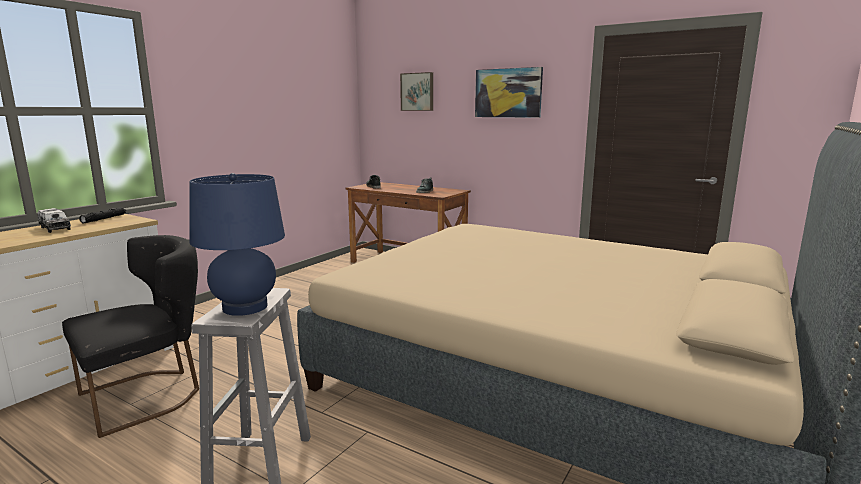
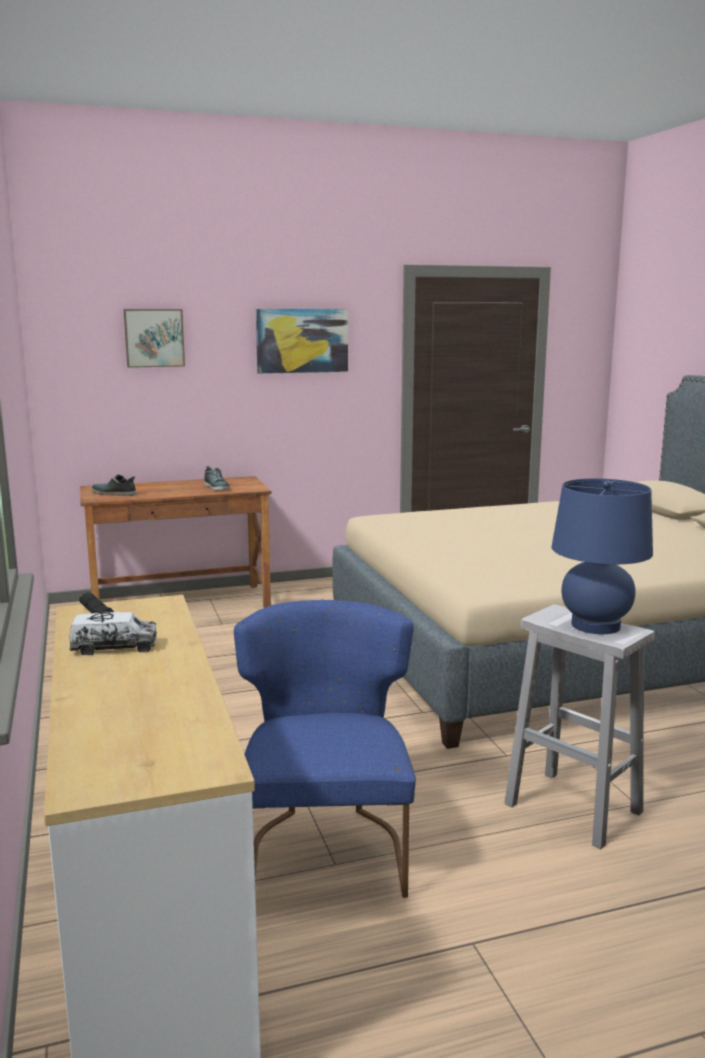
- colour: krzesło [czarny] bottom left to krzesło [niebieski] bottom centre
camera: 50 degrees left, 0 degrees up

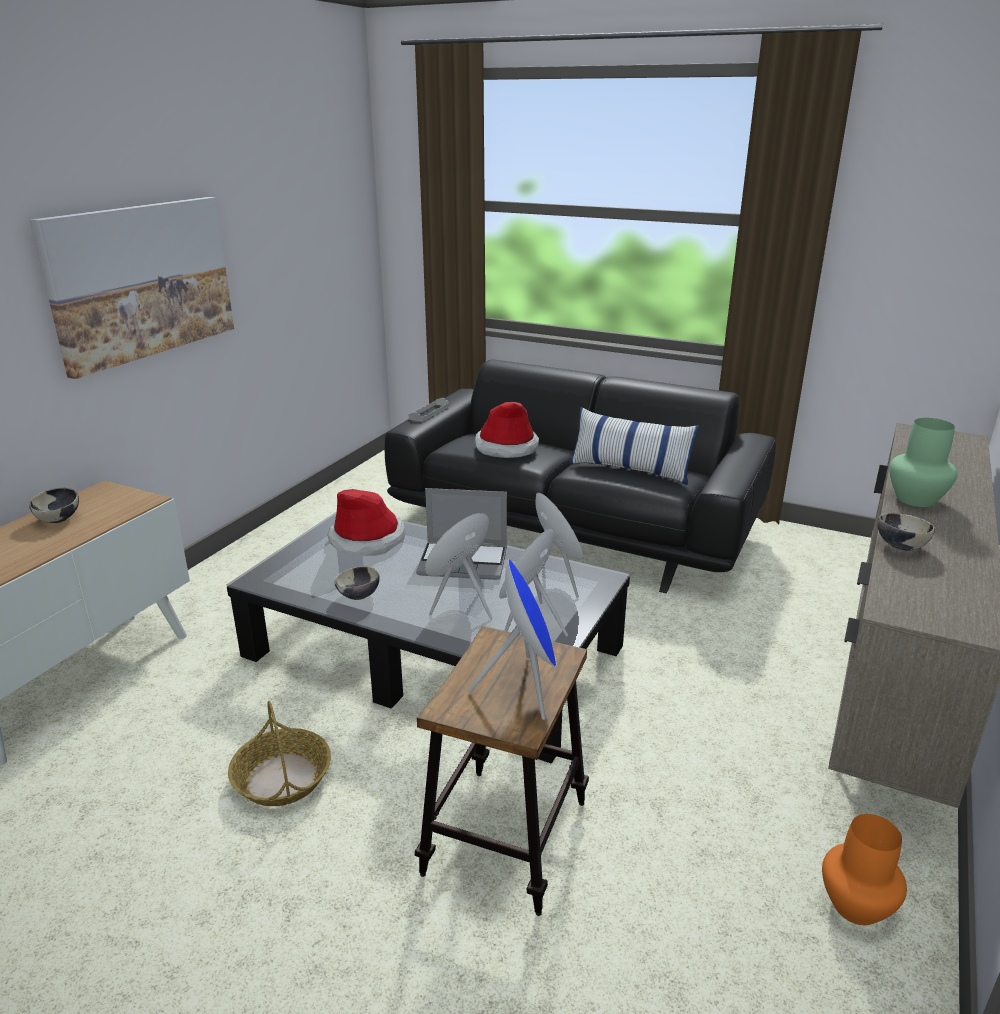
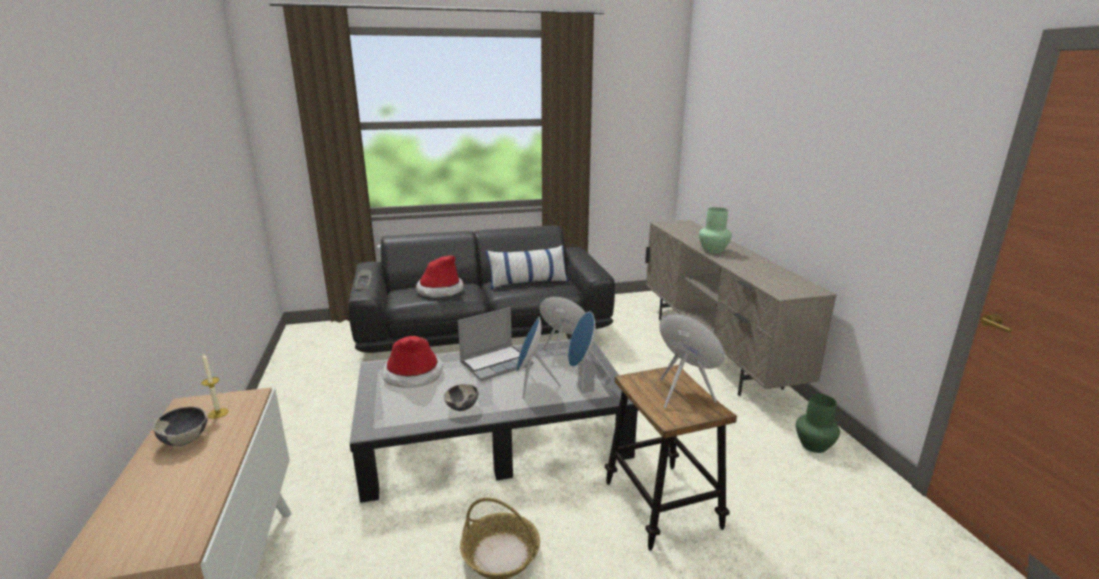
- missing: obraz top left
- colour: wazon [pomarańczowy] bottom right to wazon [zielony] (no. 2 from left) bottom right
- missing: miska (no. 3 from left) middle right
- appeared: świeca bottom left
camera: 40 degrees left, 5 degrees down

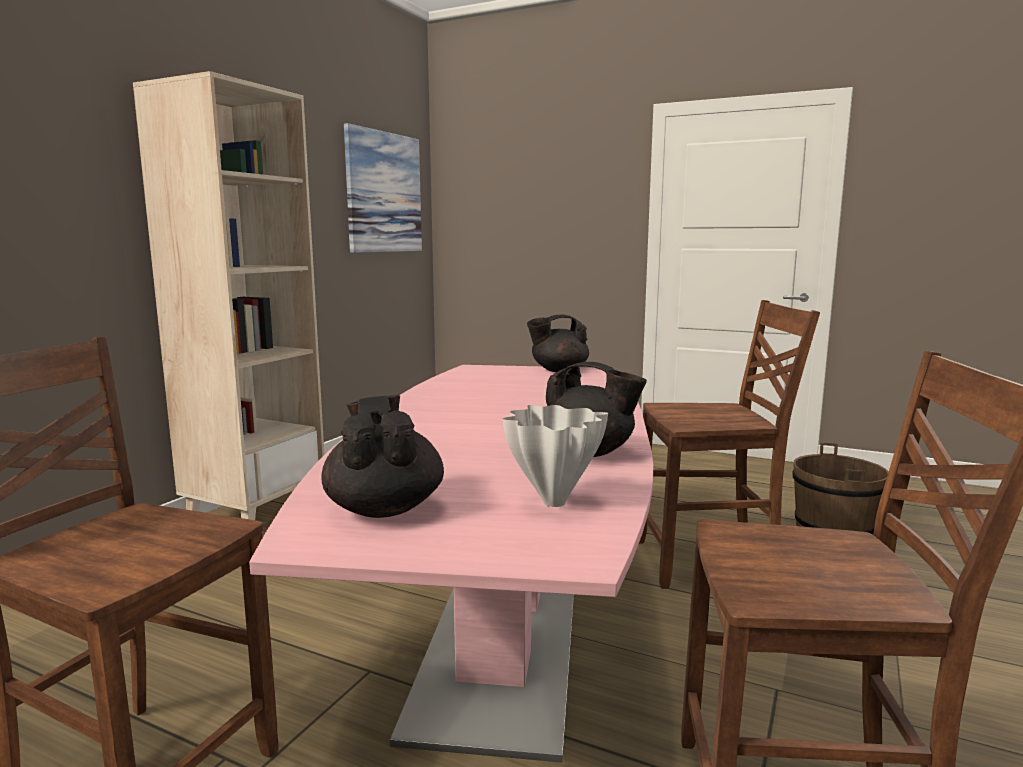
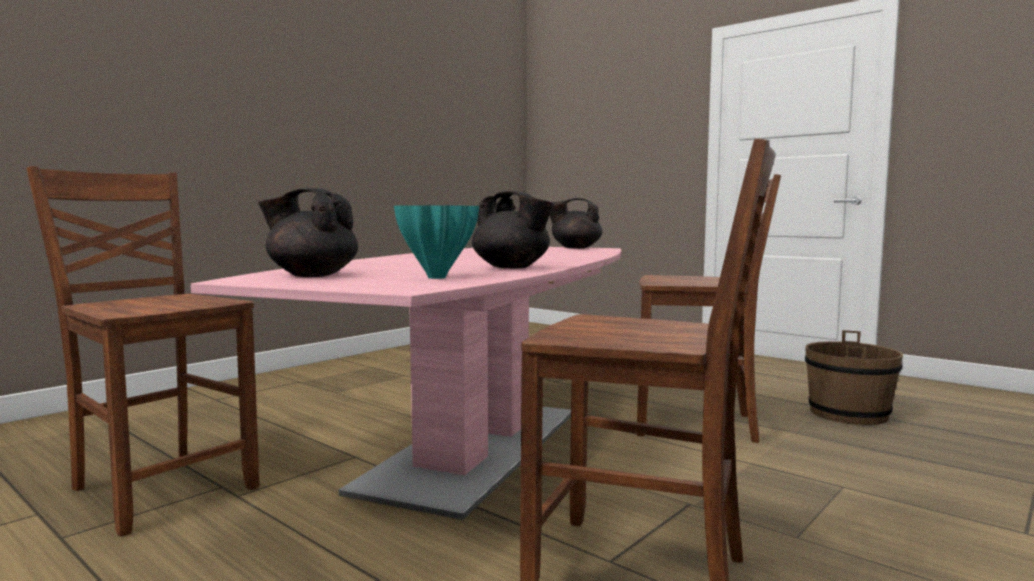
- missing: regał [beżowy] middle left
- spun: imbryk [czarny] (no. 1 from left) centre = middle left 75 degrees counterclockwise
- missing: obraz top centre
- colour: wazon [biały] centre to wazon [turkusowy] centre
camera: 15 degrees right, 5 degrees down

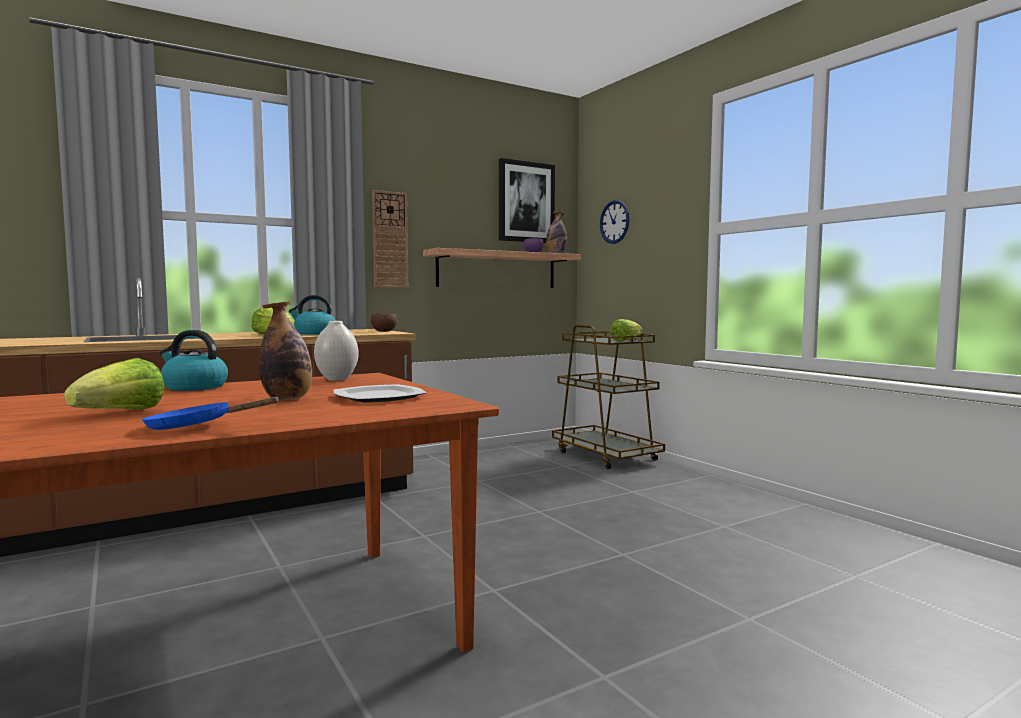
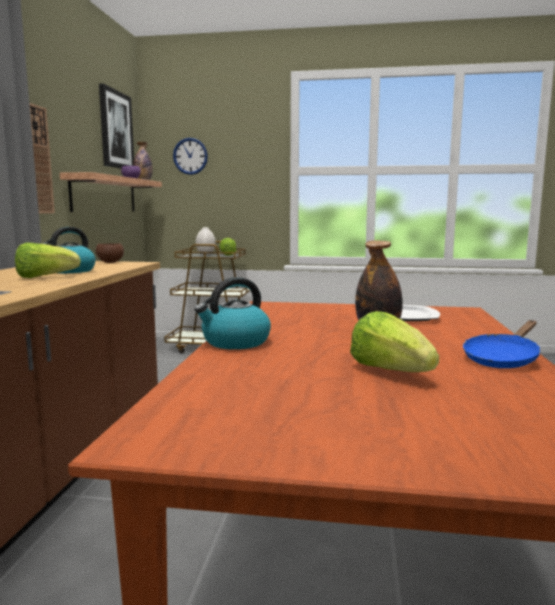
- relocated: wazon [biały] middle left to centre
camera: 50 degrees left, 5 degrees up

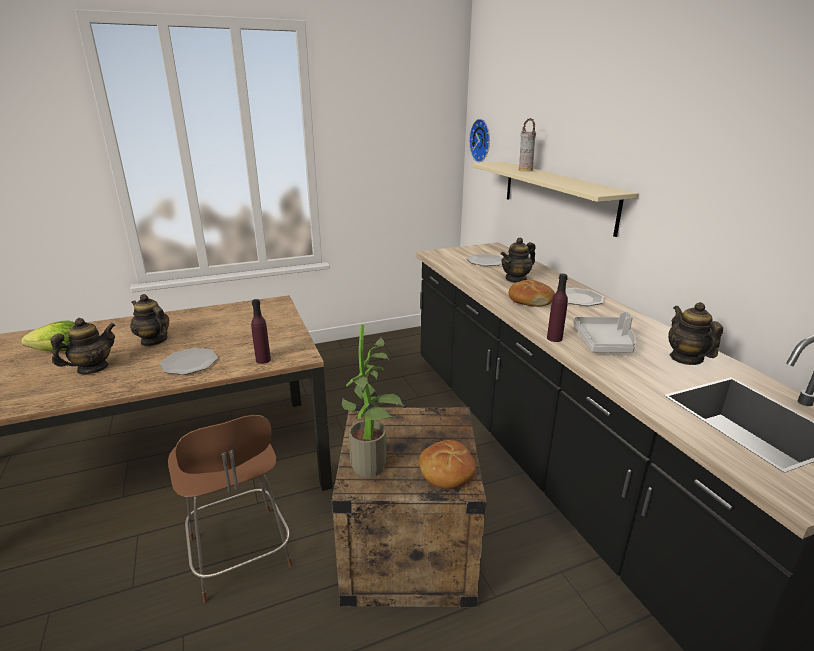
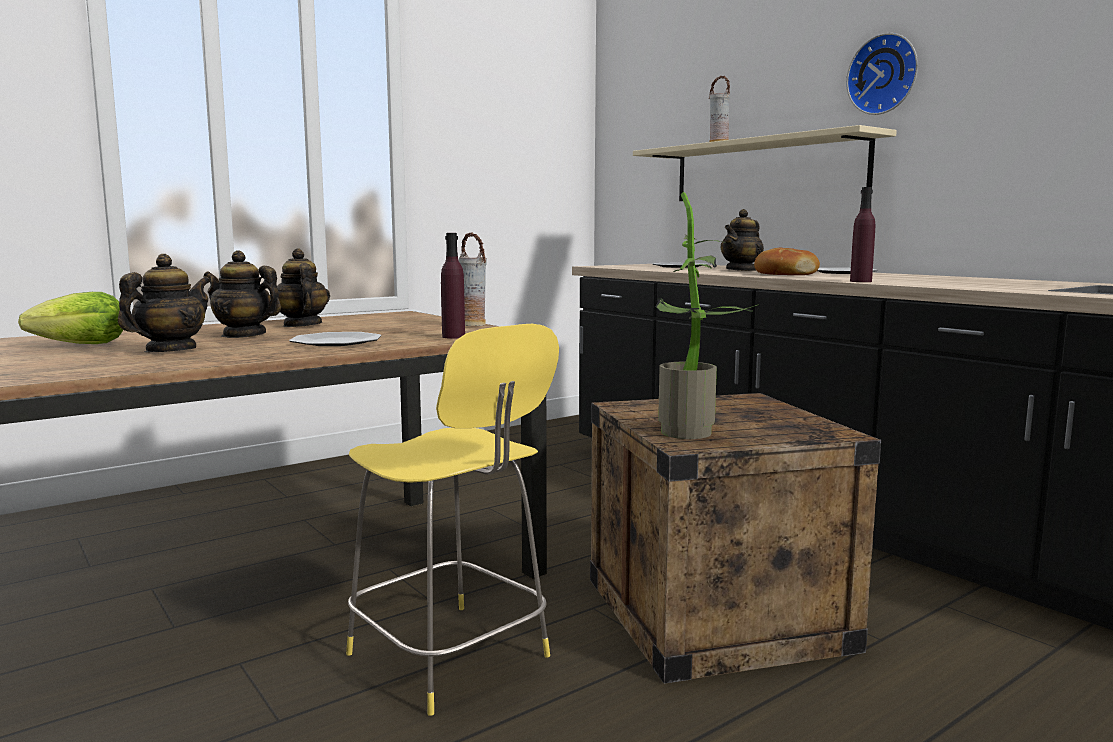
- colour: stołek [brązowy] bottom left to stołek [żółty] bottom centre
- missing: chleb (no. 1 from left) bottom centre
- relocated: zegar ścienny top centre to top right
- missing: taca [szary] middle right
- relocated: imbryk (no. 4 from left in the first image) middle right to imbryk (no. 3 from left) middle left
- appeared: wazon (no. 1 from left) centre
camera: 15 degrees left, 15 degrees down

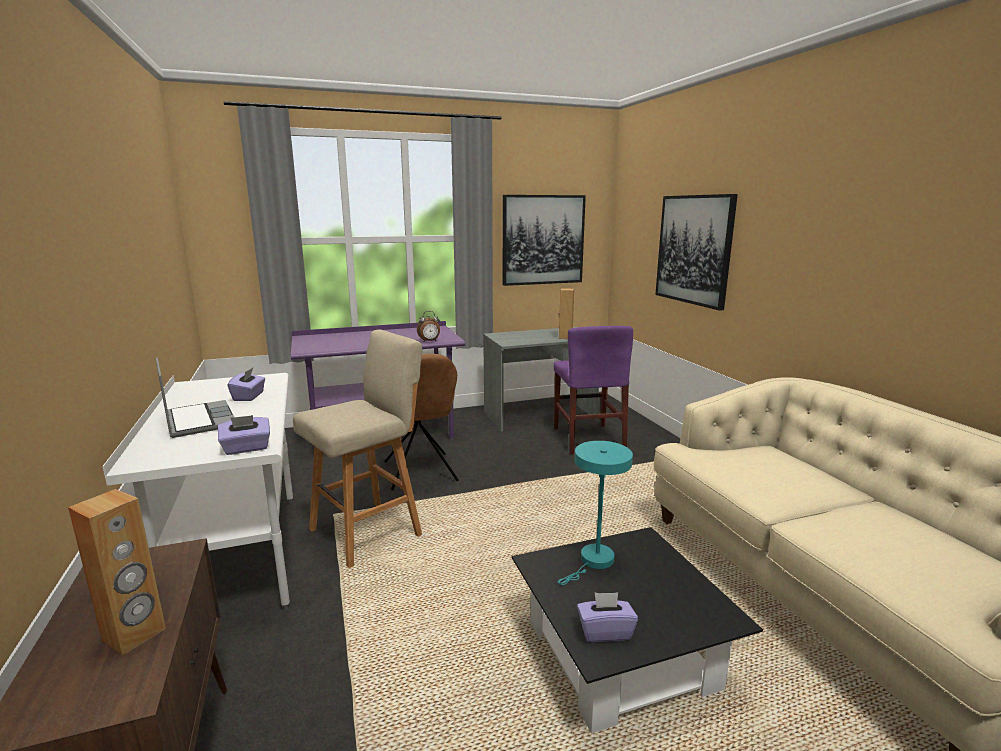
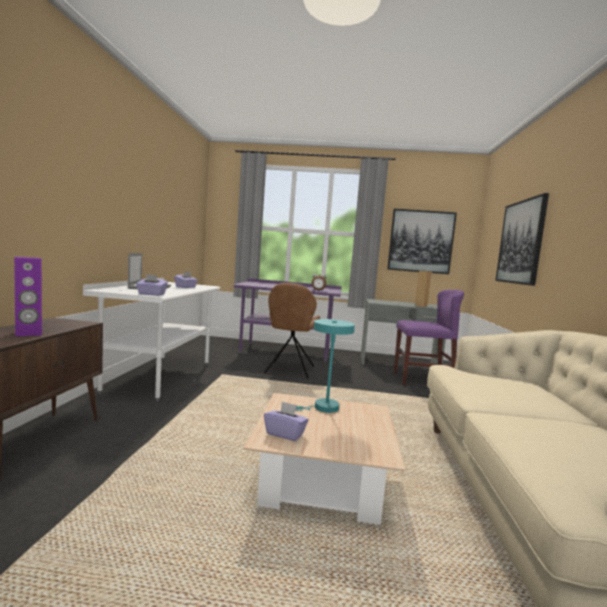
- colour: głośnik [brązowy] (no. 1 from left) bottom left to głośnik [fioletowy] middle left
- missing: stołek [beżowy] centre
- colour: ława [czarny] bottom centre to ława [beżowy] bottom centre
- spun: krzesło [fioletowy] centre = middle right 105 degrees counterclockwise
camera: 25 degrees right, 10 degrees down

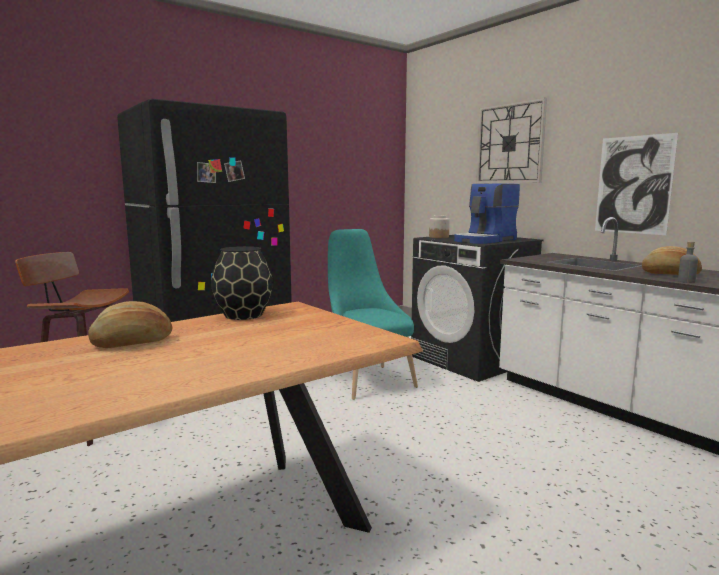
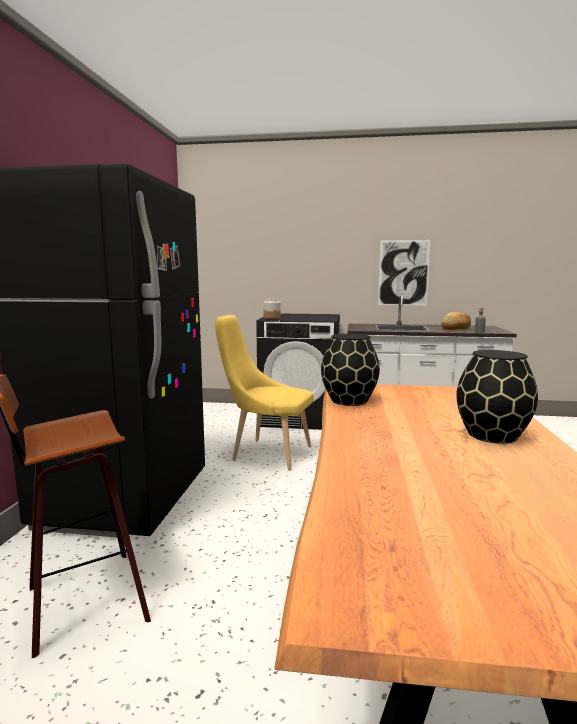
- missing: chleb (no. 1 from left) middle left
- colour: krzesło [turkusowy] centre to krzesło [żółty] centre
- missing: ekspres do kawy middle right
- missing: zegar ścienny top right
- appeared: wazon [czarny] (no. 2 from left) middle right
camera: 45 degrees left, 0 degrees up

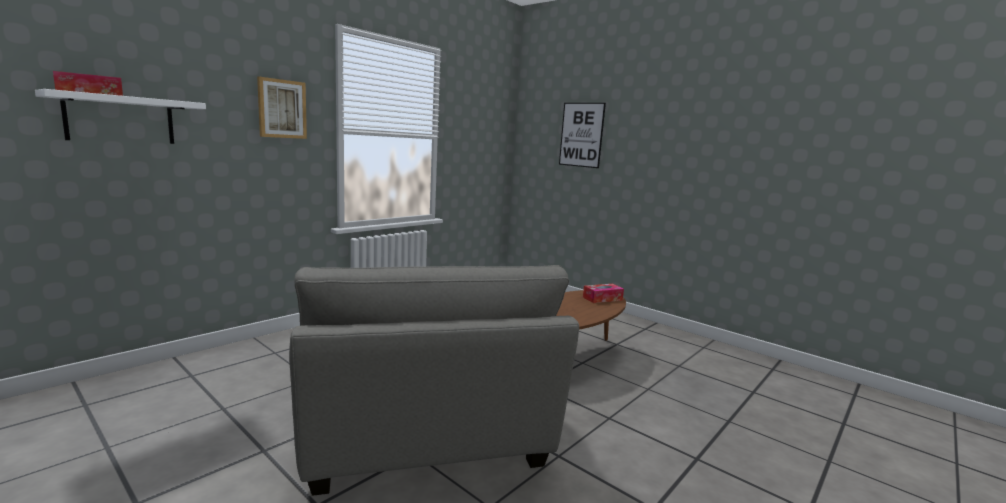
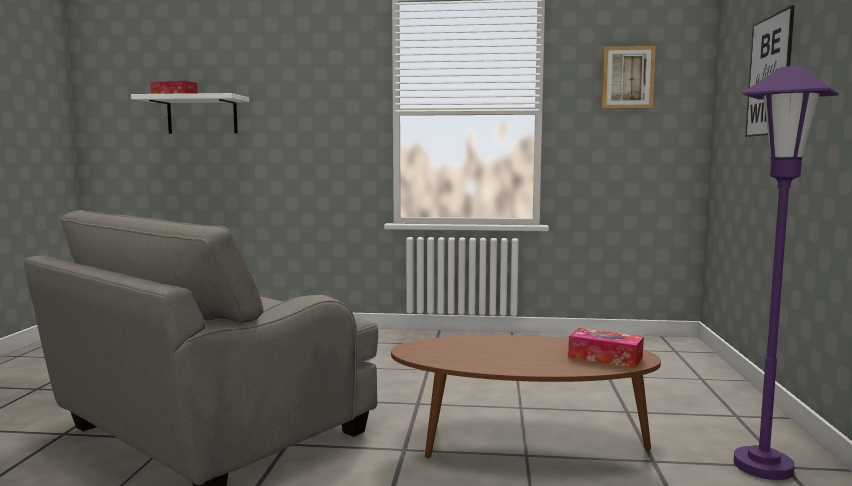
- relocated: obraz (no. 1 from left) top left to top right
- appeared: lampa stojąca [fioletowy] middle right
camera: 55 degrees right, 5 degrees down

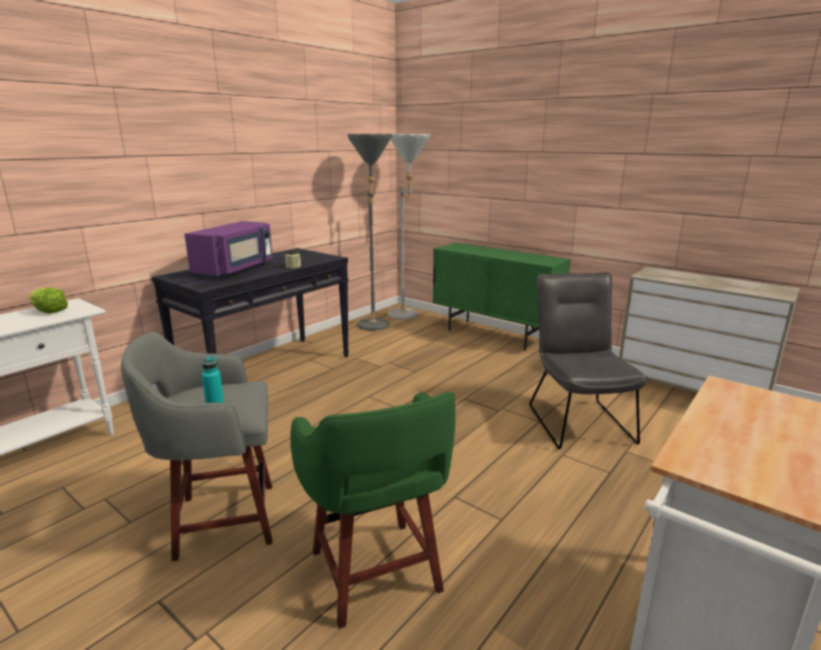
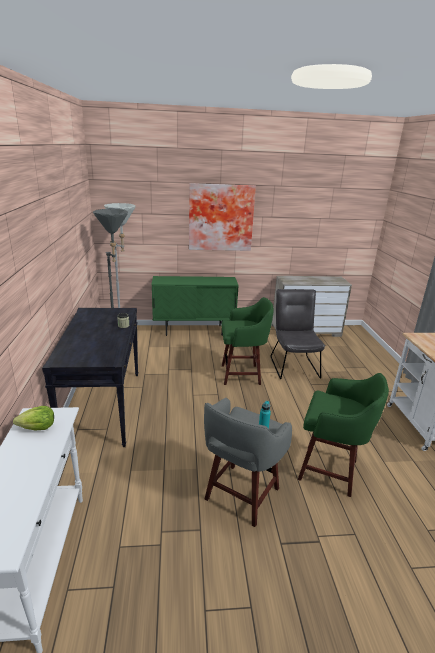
- missing: mikrofalówka [fioletowy] middle left
- spun: krzesło [szary] middle right = middle right 45 degrees clockwise
- appeared: obraz top centre
- appeared: stołek [zielony] (no. 1 from left) centre
camera: 45 degrees left, 5 degrees up

